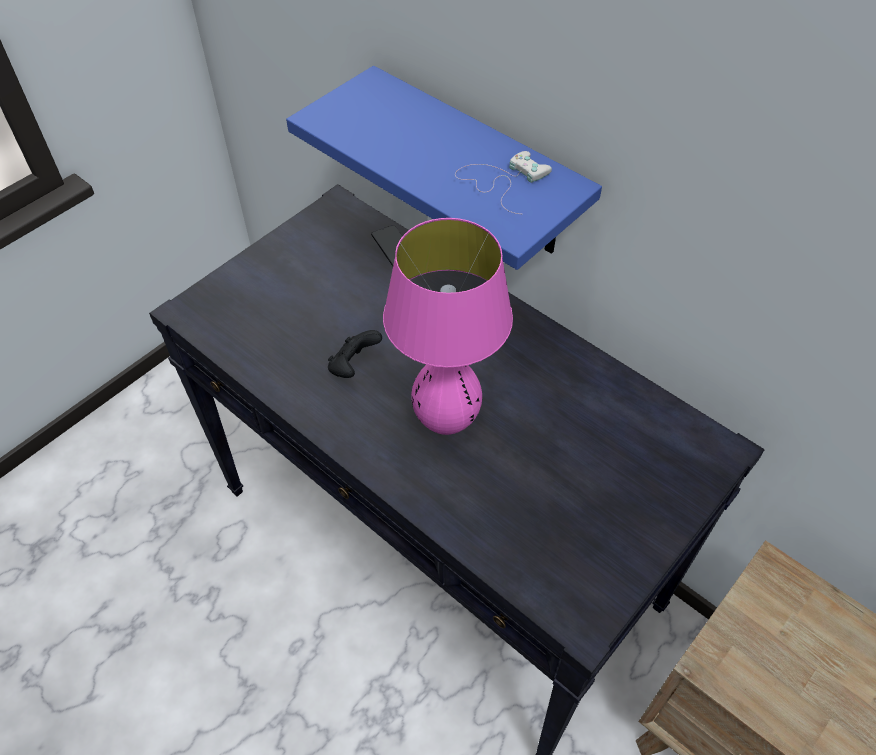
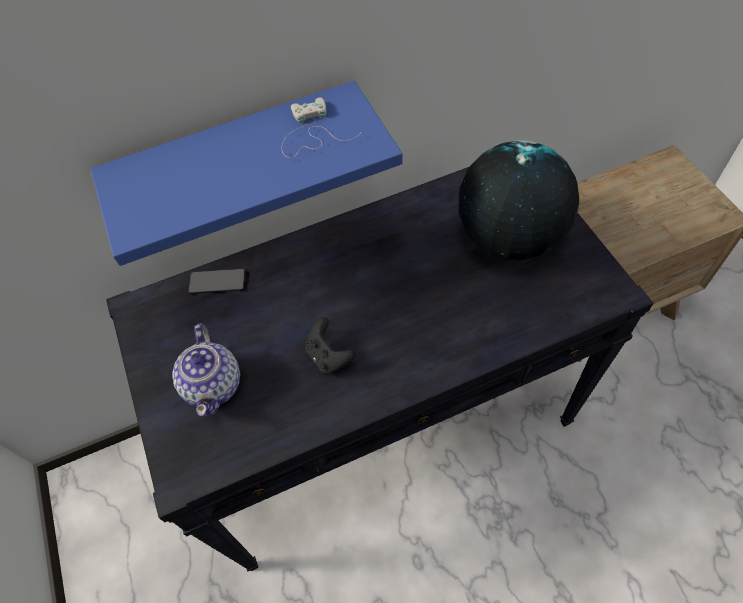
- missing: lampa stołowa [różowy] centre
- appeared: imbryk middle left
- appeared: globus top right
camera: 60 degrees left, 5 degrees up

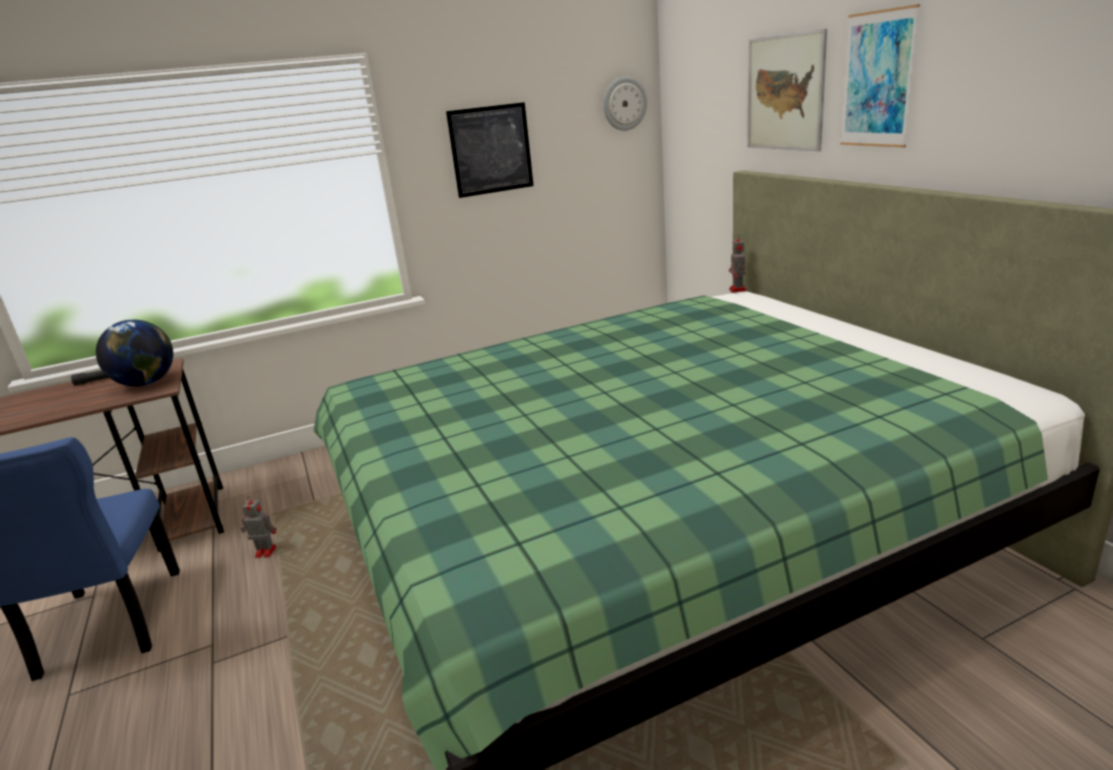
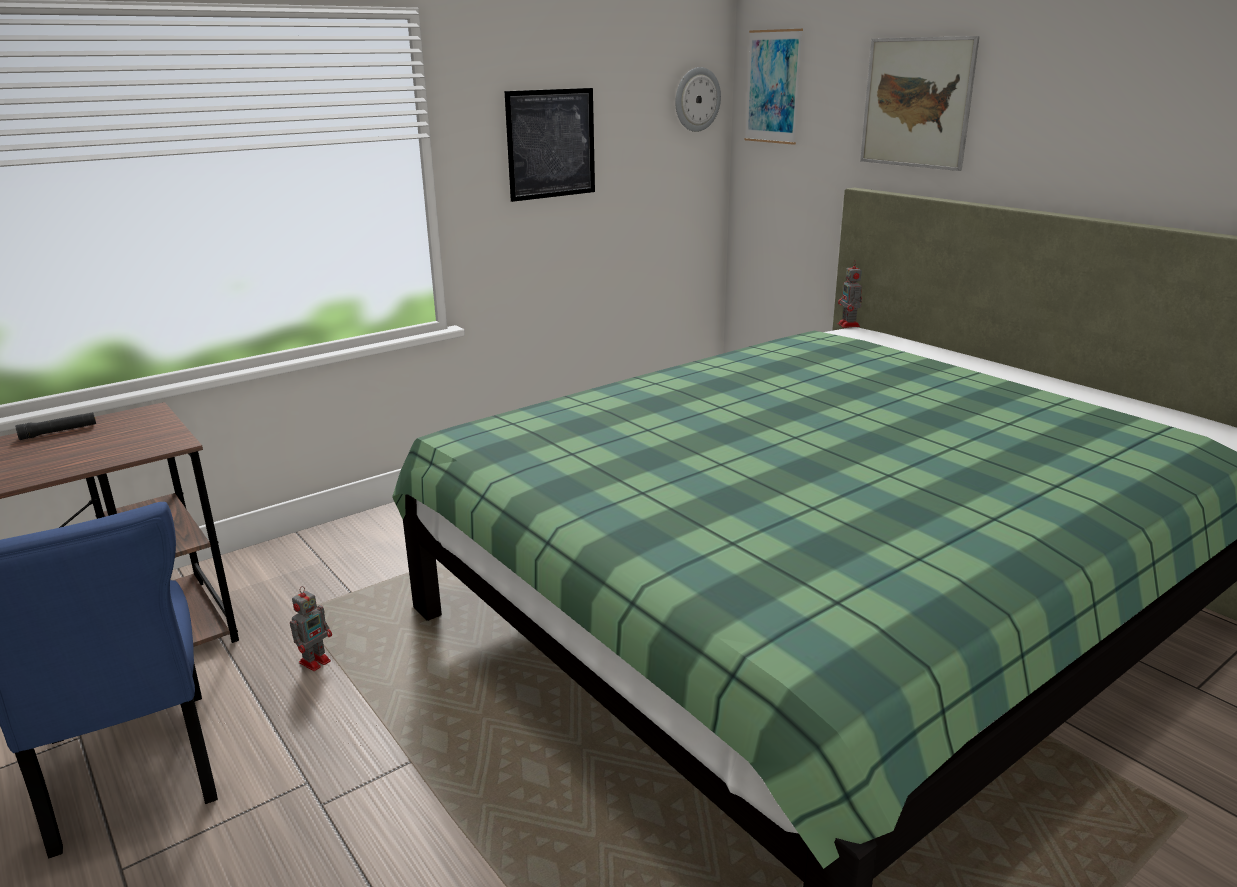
- missing: globus middle left
- spun: robot zabawkowy (no. 1 from left) bottom left = bottom left 135 degrees clockwise
- relocated: obraz (no. 3 from left in the first image) top right to obraz (no. 2 from left) top centre
camera: 15 degrees left, 0 degrees up

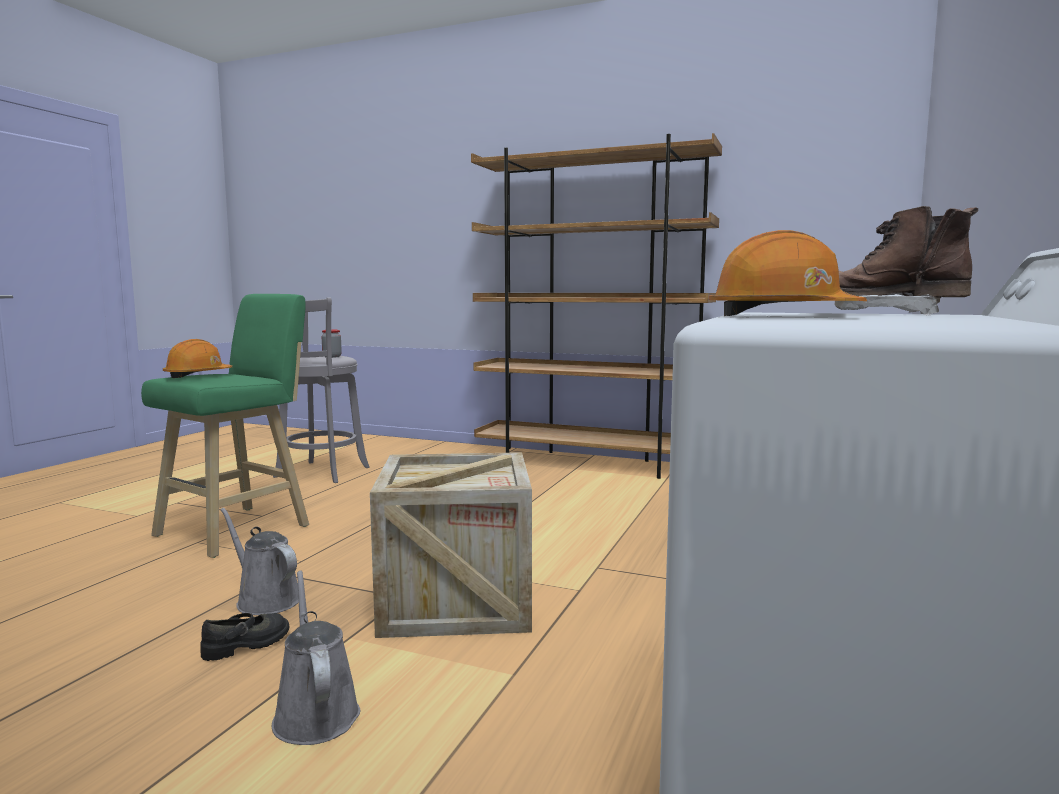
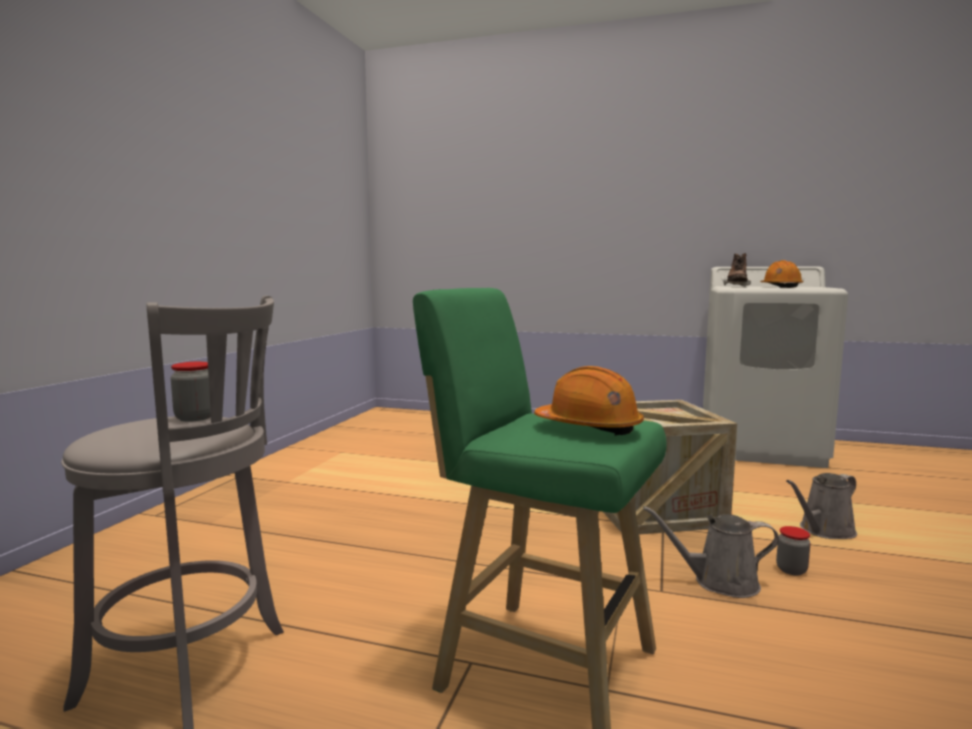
- exchanged: but [czarny] bottom left to słoik (no. 2 from left) bottom right
- spun: konewka [szary] (no. 1 from left) bottom left = bottom right 60 degrees clockwise
- missing: regał [brązowy] centre
camera: 95 degrees left, 0 degrees up

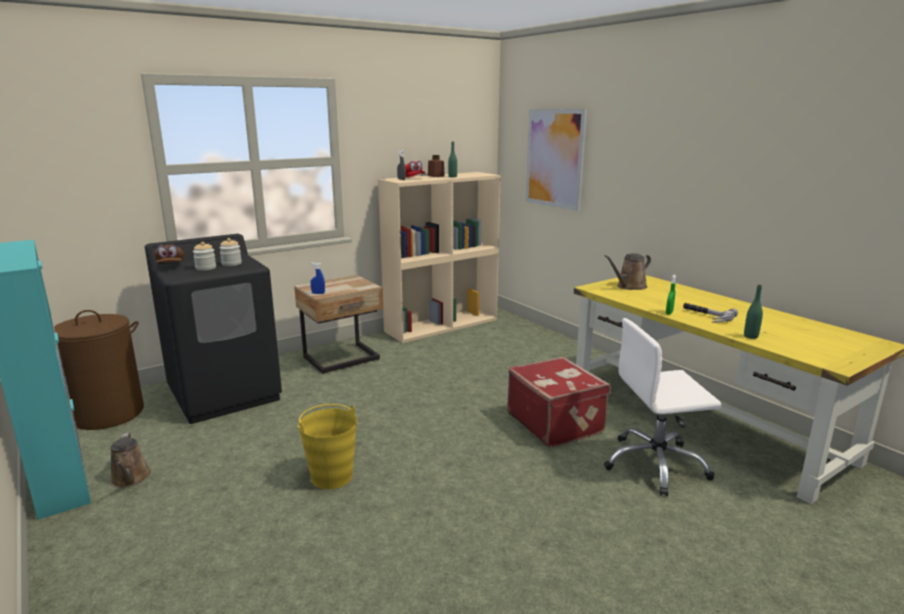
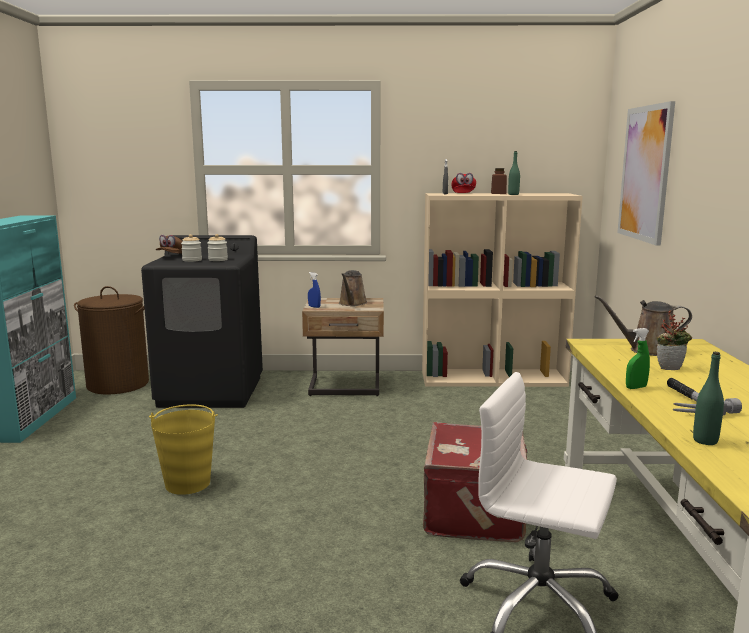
- relocated: konewka [brązowy] (no. 1 from left) bottom left to centre
- appeared: roślina doniczkowa middle right
camera: 35 degrees right, 5 degrees down

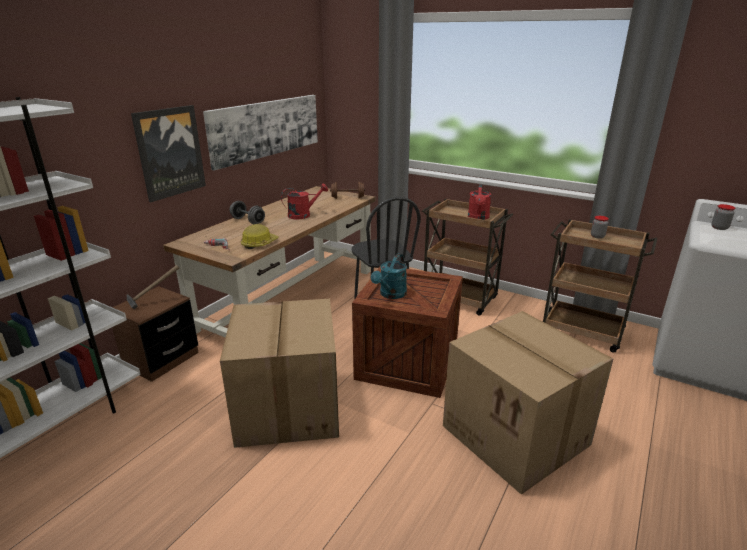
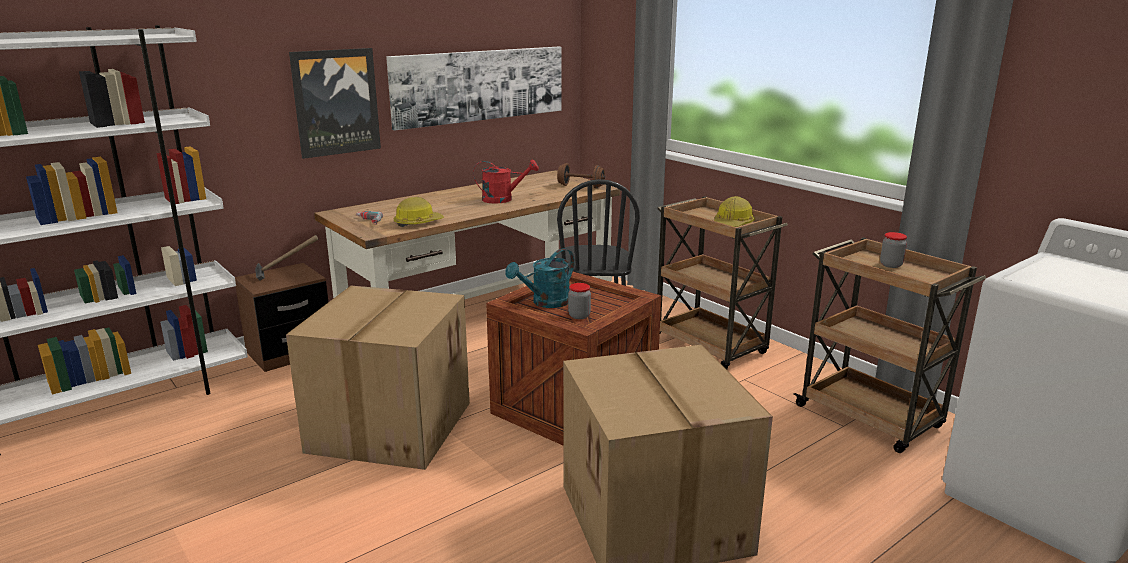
- missing: hantel [szary] middle left
- exchanged: konewka [czerwony] (no. 2 from left) centre to kask (no. 2 from left) centre
- relocated: słoik (no. 2 from left in the first image) middle right to słoik (no. 1 from left) centre
camera: 20 degrees right, 5 degrees down

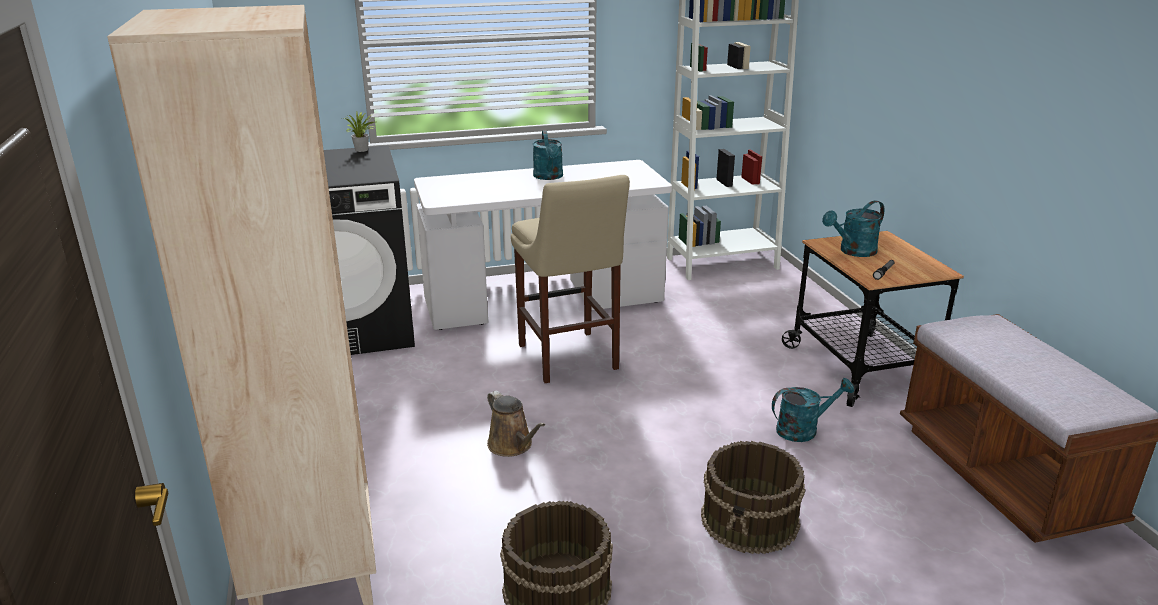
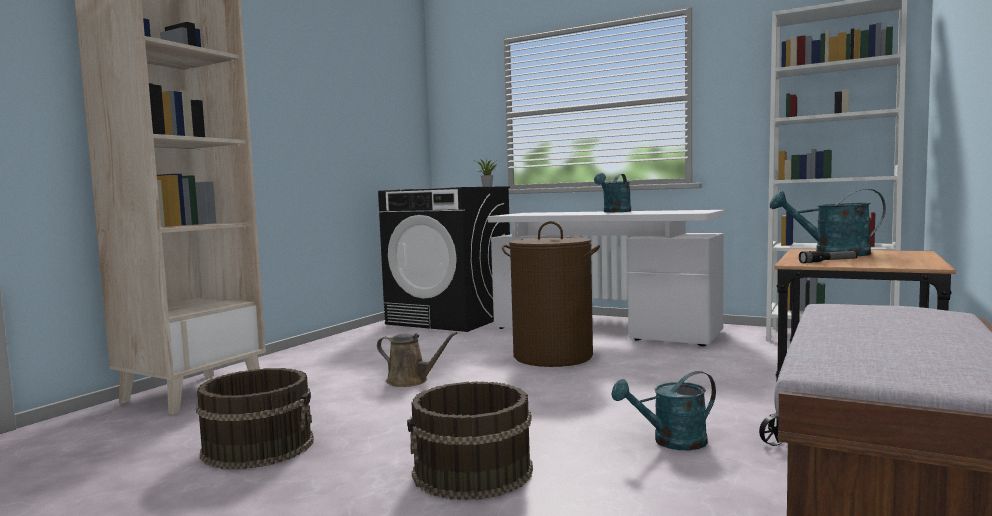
- spun: konewka [brązowy] bottom centre = bottom centre 75 degrees counterclockwise
- exchanged: stołek [beżowy] centre to kosz na pranie [brązowy] centre
- spun: konewka [turkusowy] (no. 2 from left) bottom right = bottom right 135 degrees clockwise
camera: 45 degrees right, 20 degrees down

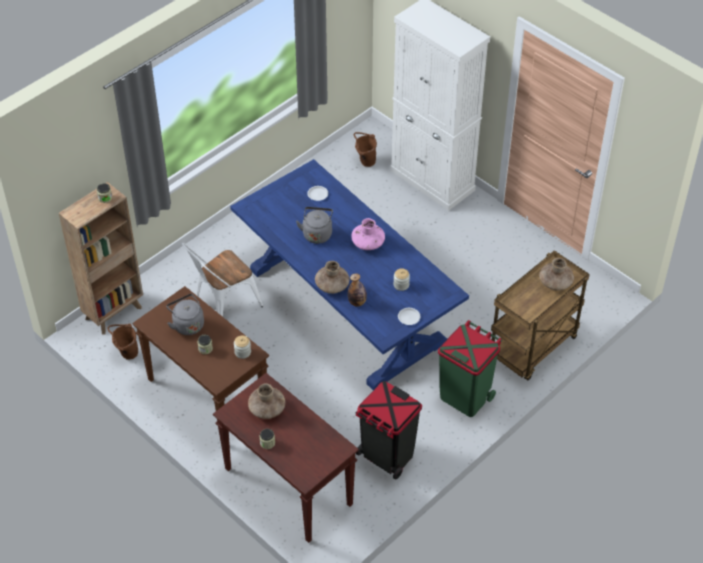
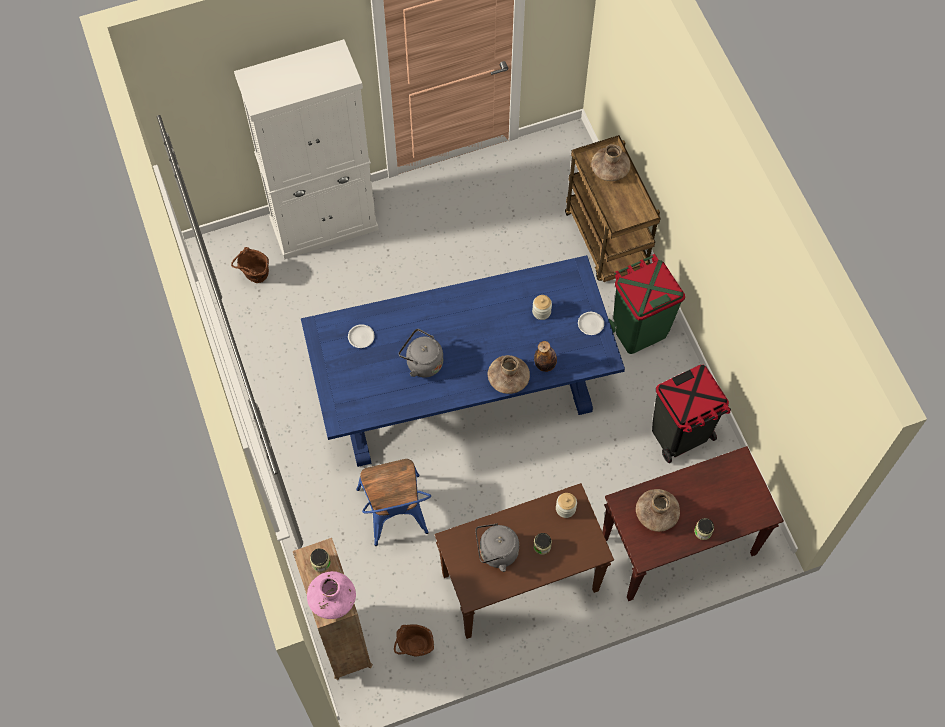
- colour: krzesło [biały] middle left to krzesło [niebieski] bottom centre
- relocated: wazon [różowy] centre to bottom centre
camera: 65 degrees left, 15 degrees up

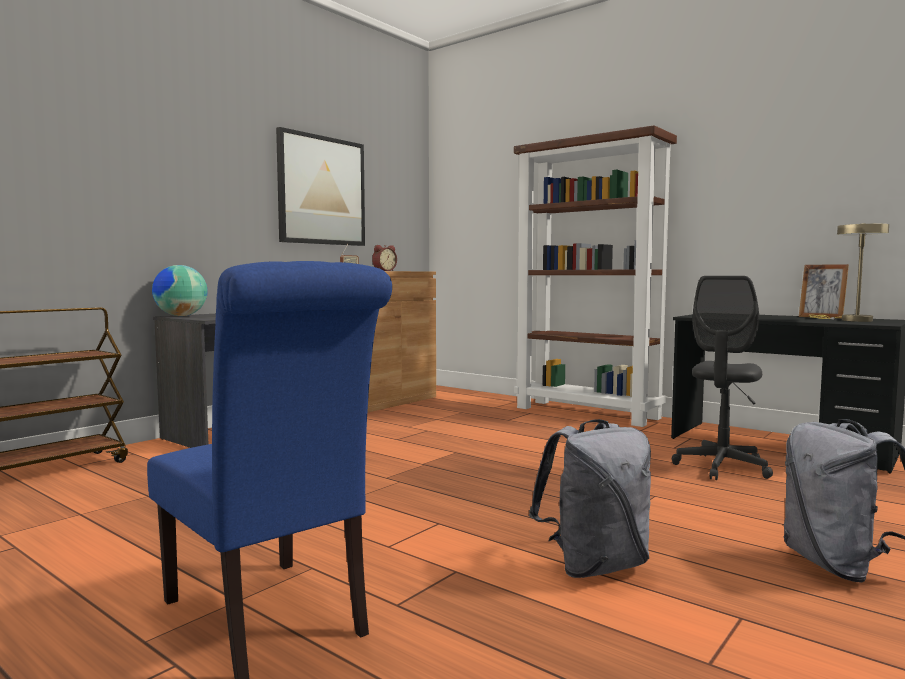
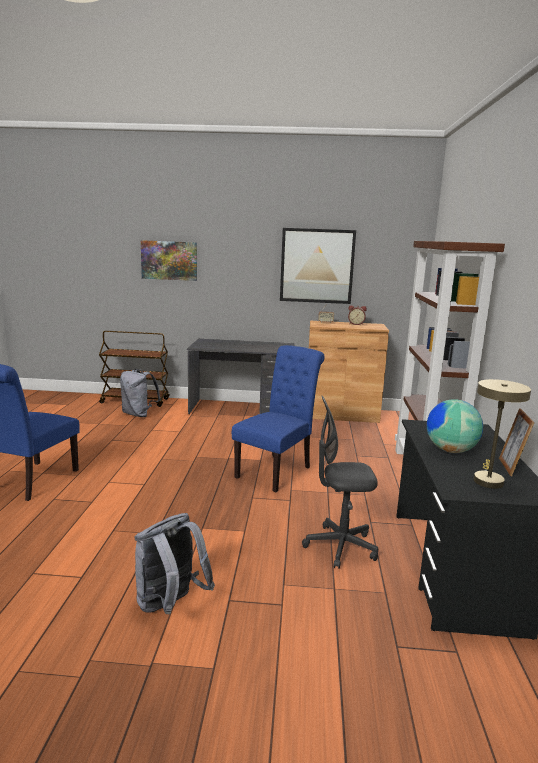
- relocated: globus middle left to middle right
- relocated: plecak [szary] (no. 1 from left) bottom centre to middle left
- appeared: obraz (no. 1 from left) middle left
- appeared: krzesło [niebieski] (no. 2 from left) centre
camera: 55 degrees right, 10 degrees up

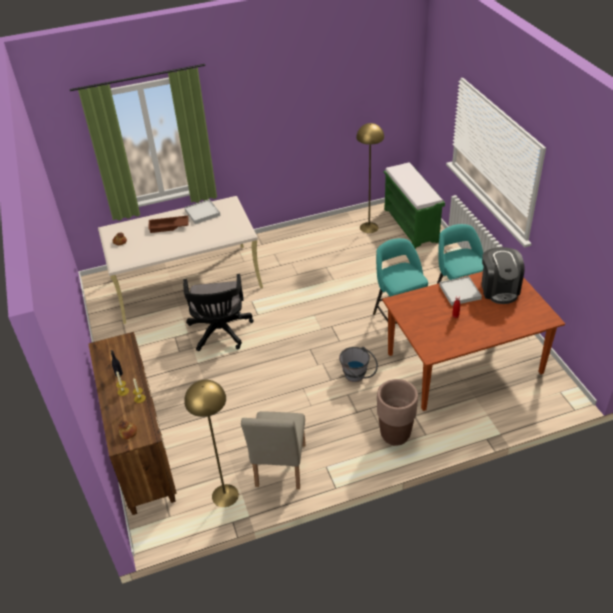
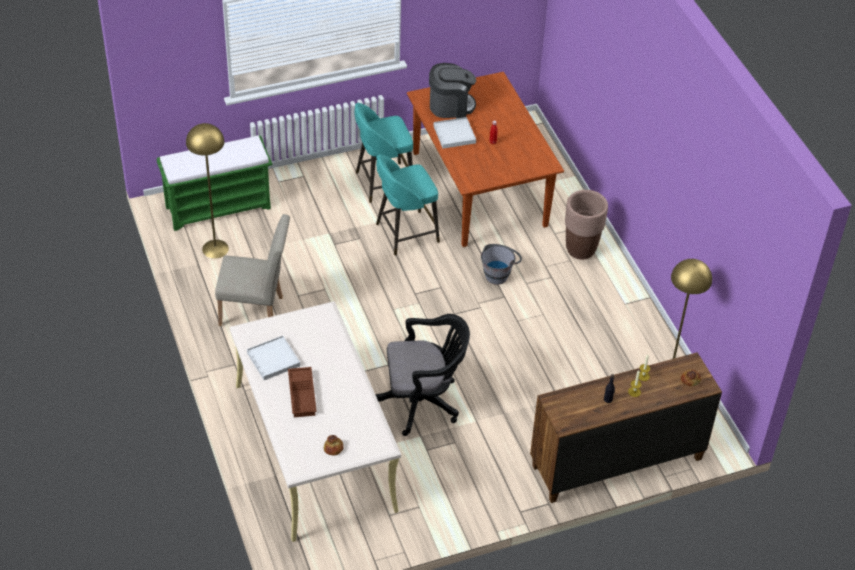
- relocated: krzesło [beżowy] bottom centre to middle left
camera: 95 degrees left, 5 degrees up

